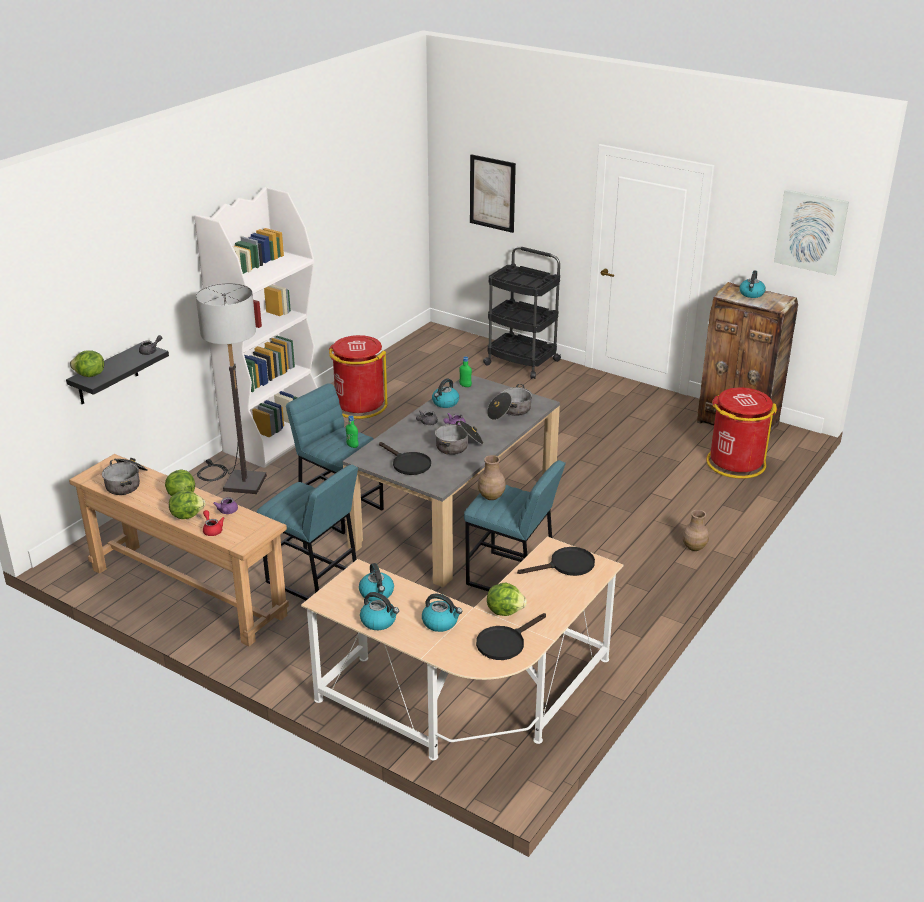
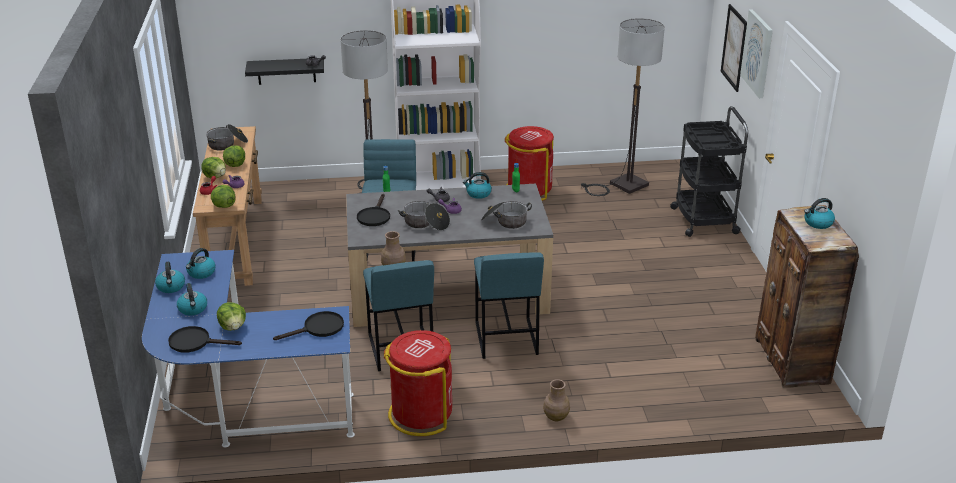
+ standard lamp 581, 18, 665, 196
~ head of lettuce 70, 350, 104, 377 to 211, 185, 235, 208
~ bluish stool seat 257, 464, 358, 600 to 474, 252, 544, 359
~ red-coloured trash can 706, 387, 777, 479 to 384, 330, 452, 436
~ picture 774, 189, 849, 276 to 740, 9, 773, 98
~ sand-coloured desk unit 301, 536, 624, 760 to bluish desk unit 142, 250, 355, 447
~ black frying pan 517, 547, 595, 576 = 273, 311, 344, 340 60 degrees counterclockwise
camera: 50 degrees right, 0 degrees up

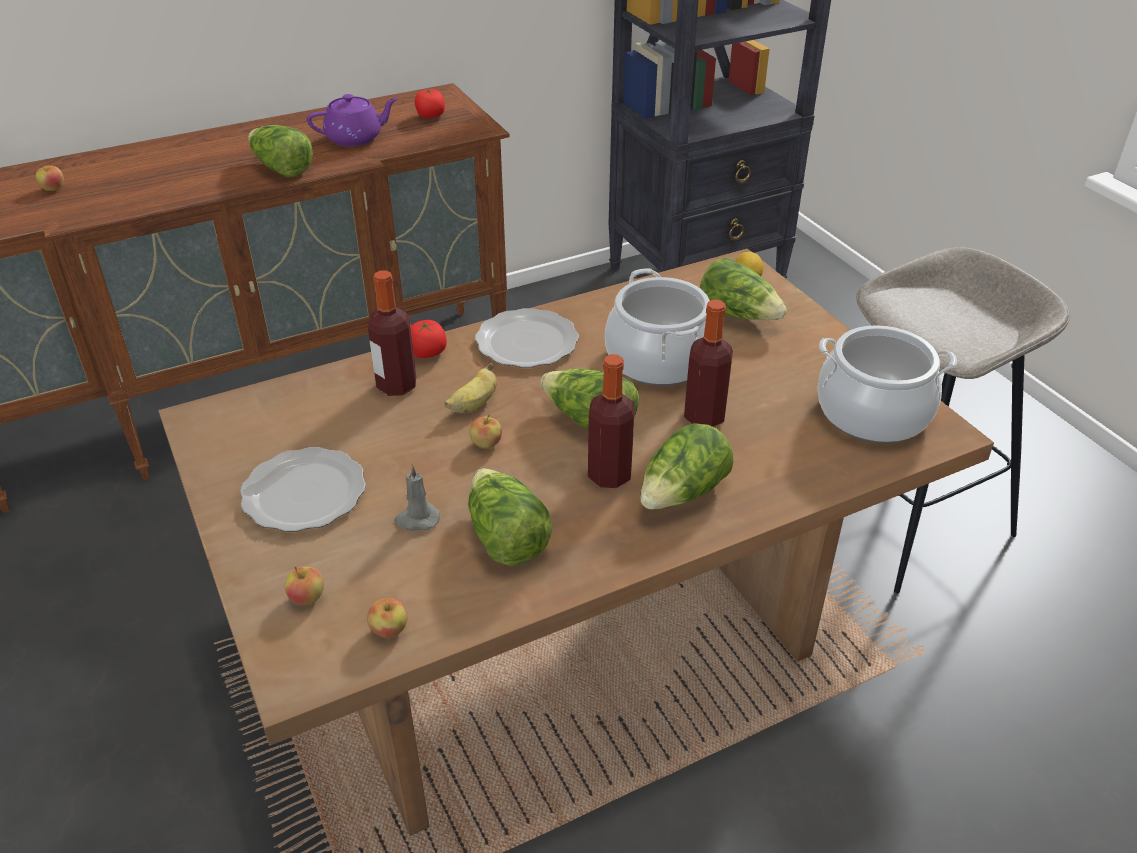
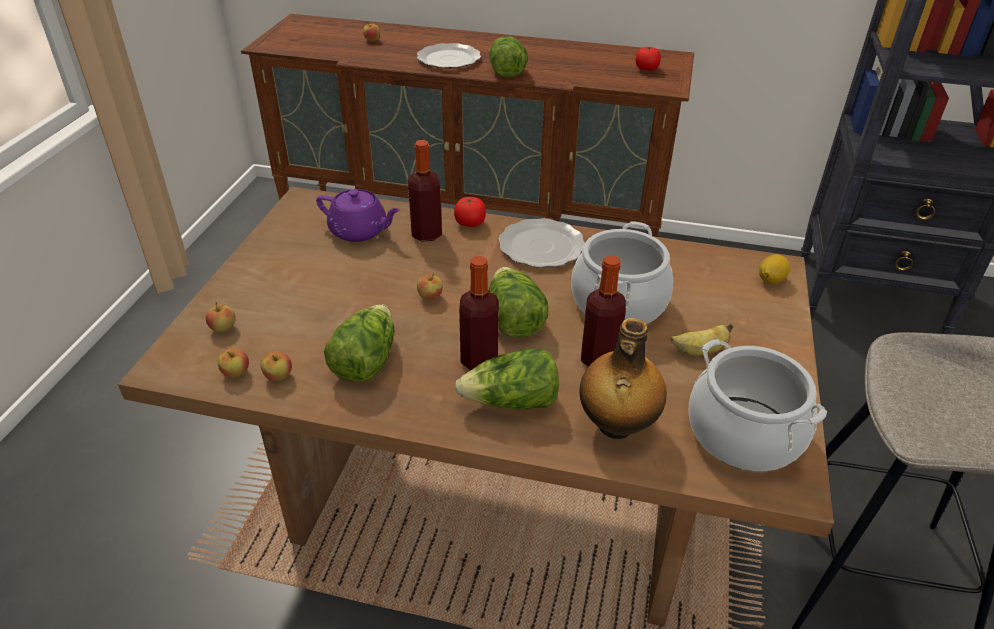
- greyish candle 394, 464, 440, 531
- head of lettuce 700, 258, 787, 320
+ whole apple 261, 351, 292, 381
+ drink bottle 579, 318, 667, 439
~ dinner plate 240, 447, 366, 532 to 417, 43, 481, 69
~ purplish pot for tea 307, 94, 398, 147 to 316, 189, 400, 242
~ banana 444, 363, 497, 413 to 671, 323, 733, 356
camera: 40 degrees right, 0 degrees up

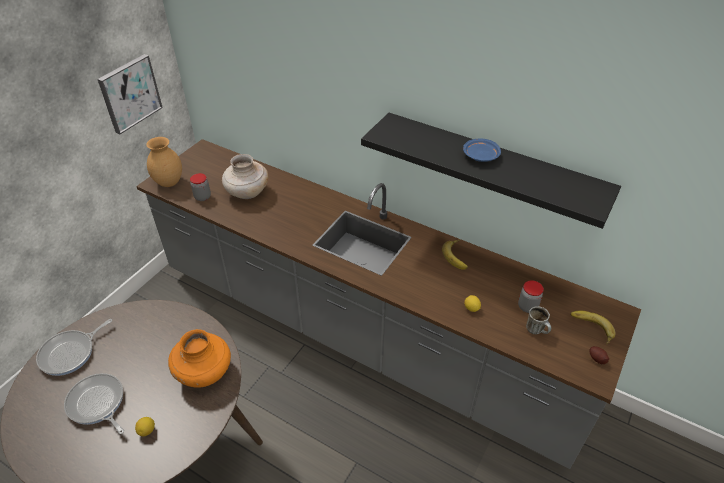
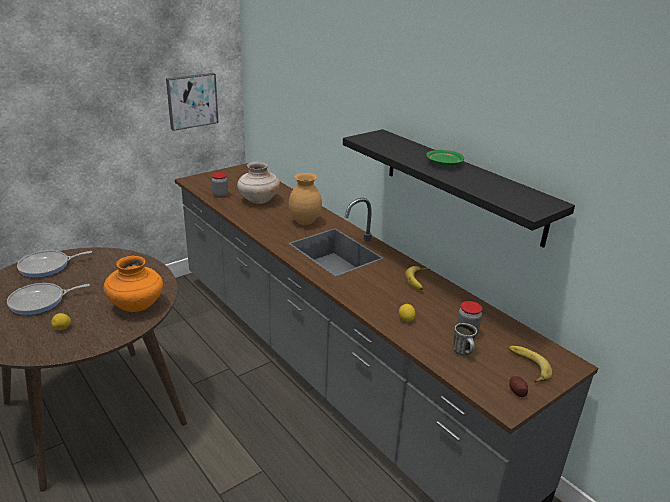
~ brown-coloured vase 146, 137, 182, 187 to 289, 173, 322, 225
~ bluish dinner plate 463, 139, 501, 162 to green-coloured dinner plate 426, 150, 464, 167
~ frying pan 64, 373, 124, 434 = 7, 283, 90, 315 90 degrees counterclockwise
camera: 20 degrees right, 15 degrees down

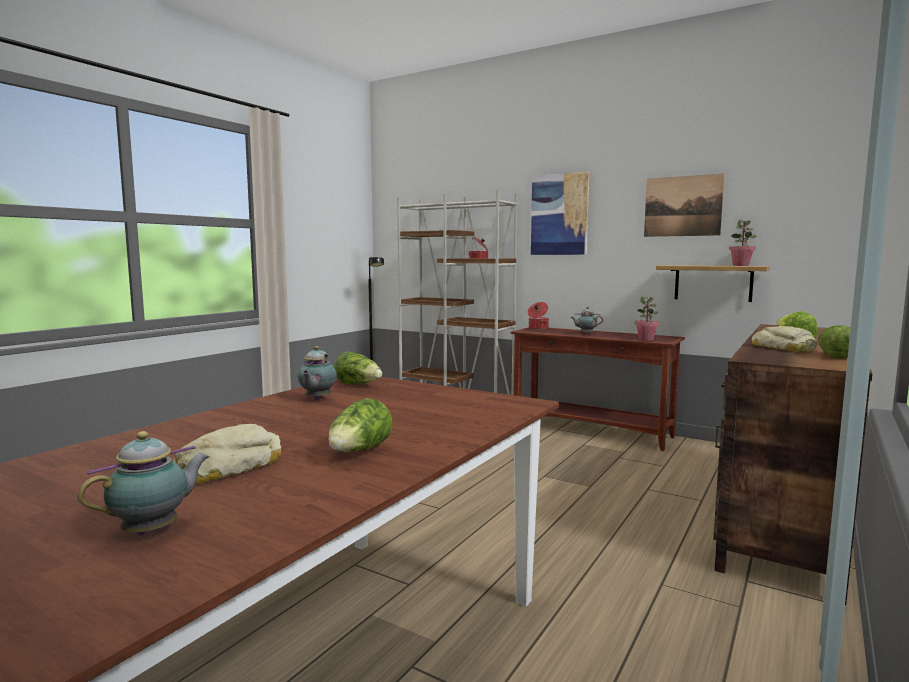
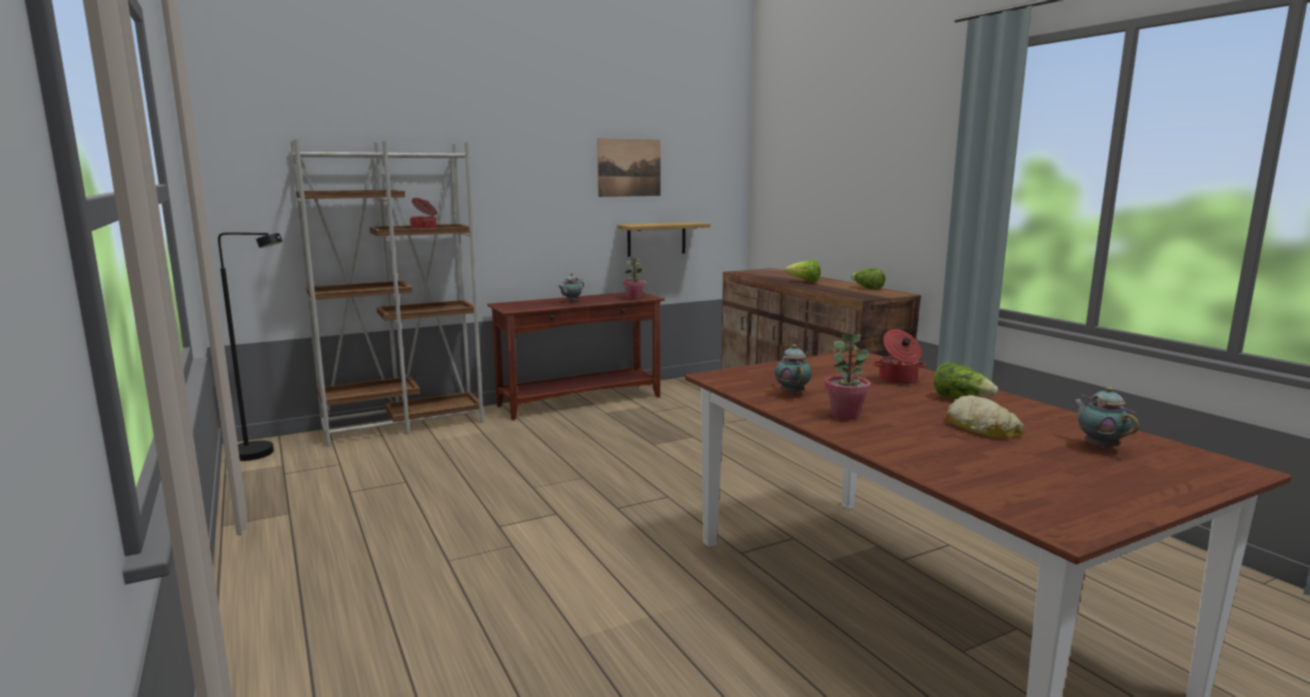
- head of lettuce 334, 351, 382, 384
- picture 531, 172, 589, 255
- bakery bread 752, 326, 817, 352
~ saucepot 527, 302, 549, 330 to 872, 329, 927, 385
~ plant in a pot 729, 220, 756, 266 to 825, 334, 871, 420
~ pot for tea 298, 346, 337, 400 = 775, 344, 812, 396 135 degrees counterclockwise
camera: 60 degrees left, 5 degrees up

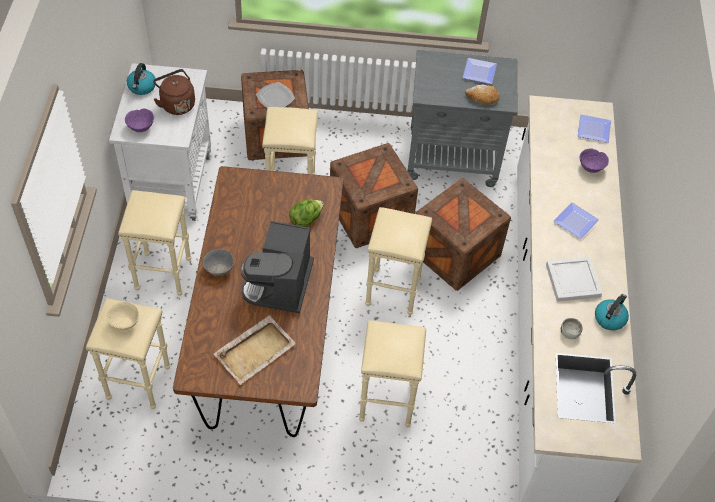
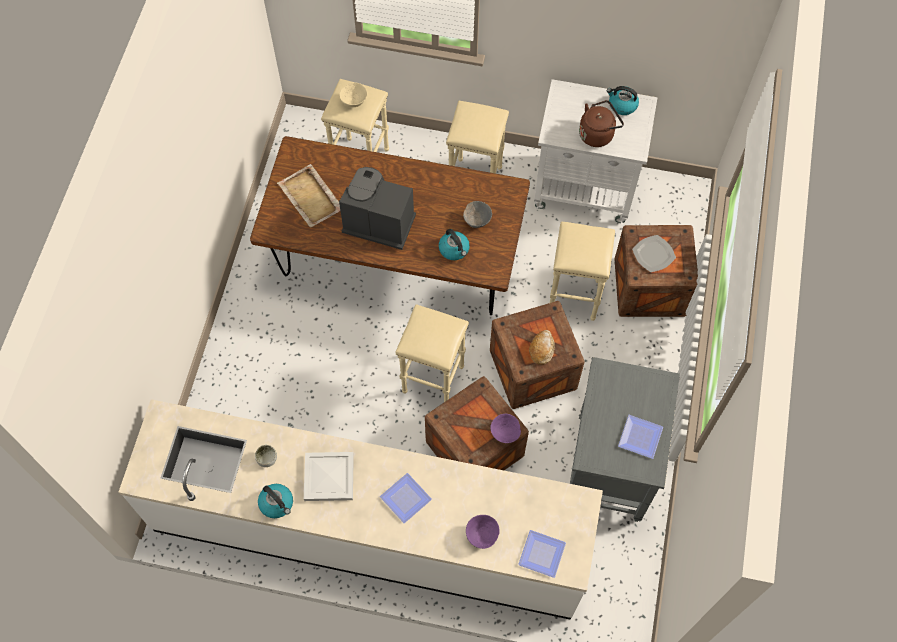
- sand-coloured stool seat 359, 320, 426, 427
~ purplish serving bowl 125, 108, 154, 132 to 490, 414, 521, 443
~ greyish serving bowl 203, 249, 234, 276 to 463, 201, 492, 228
~ bakery bread 465, 84, 500, 105 to 529, 330, 555, 365
~ head of lettuce 289, 199, 323, 227 to water kettle 439, 229, 470, 260
camera: 100 degrees right, 10 degrees up

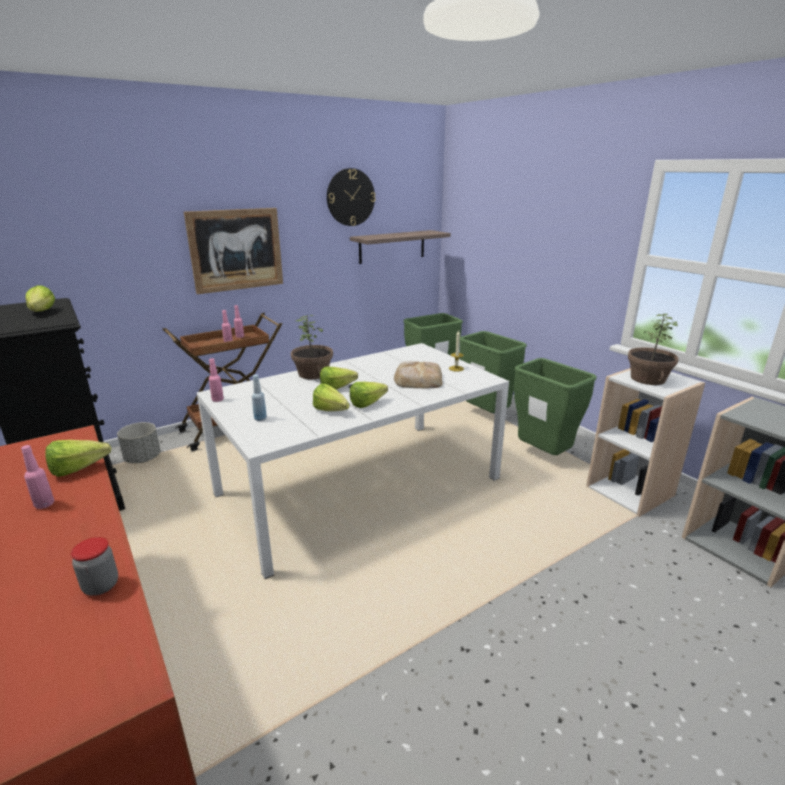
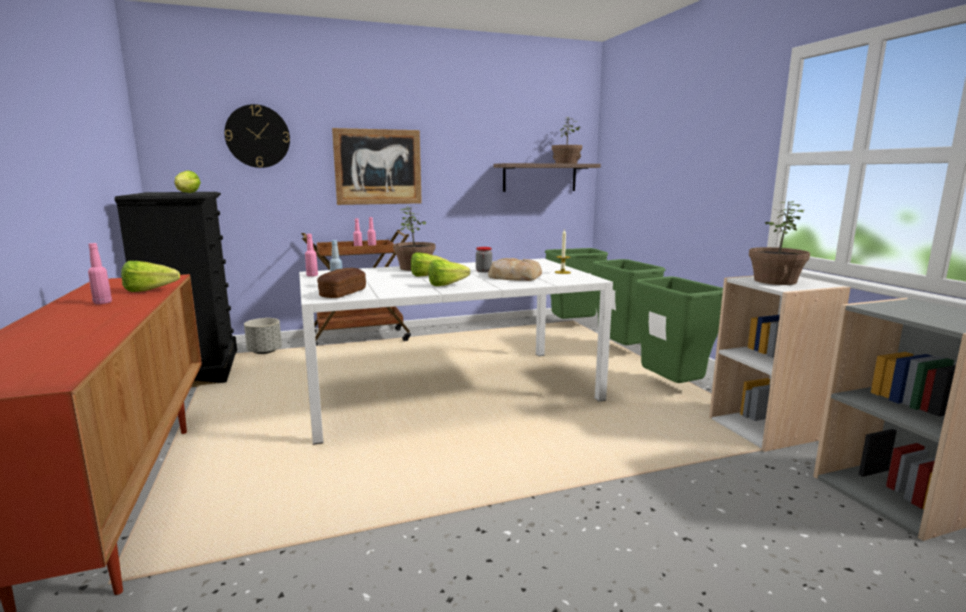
- head of lettuce 313, 383, 349, 411
+ bakery bread 317, 268, 366, 298
+ plant in a pot 552, 117, 582, 164
~ jar 71, 537, 118, 596 to 476, 247, 492, 272
~ hanging clock 327, 168, 376, 226 to 224, 104, 290, 168
camera: 15 degrees right, 10 degrees down

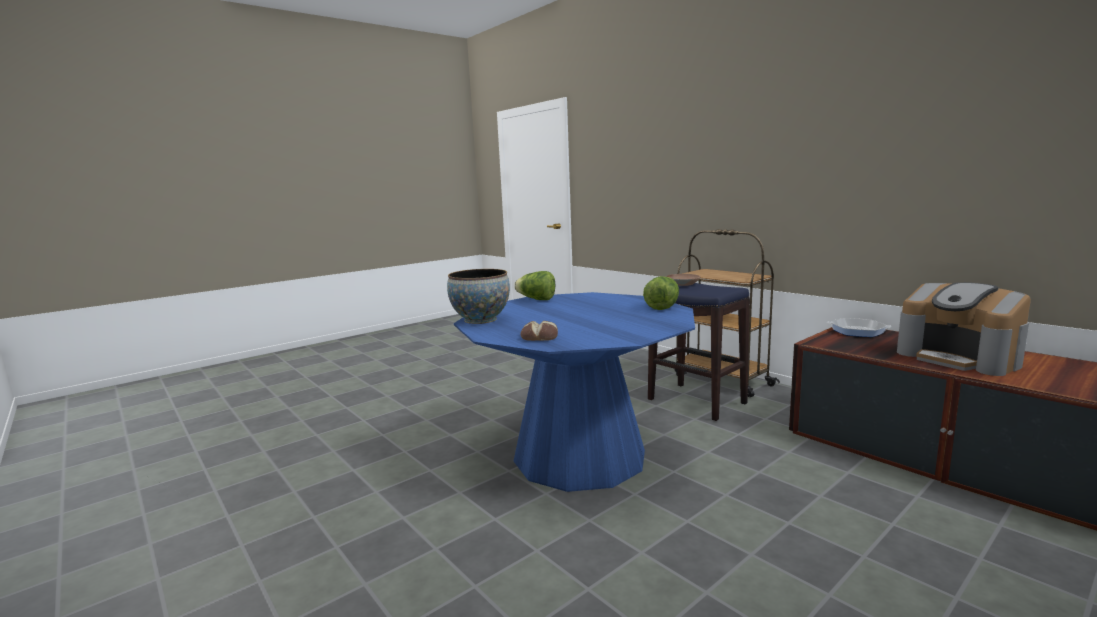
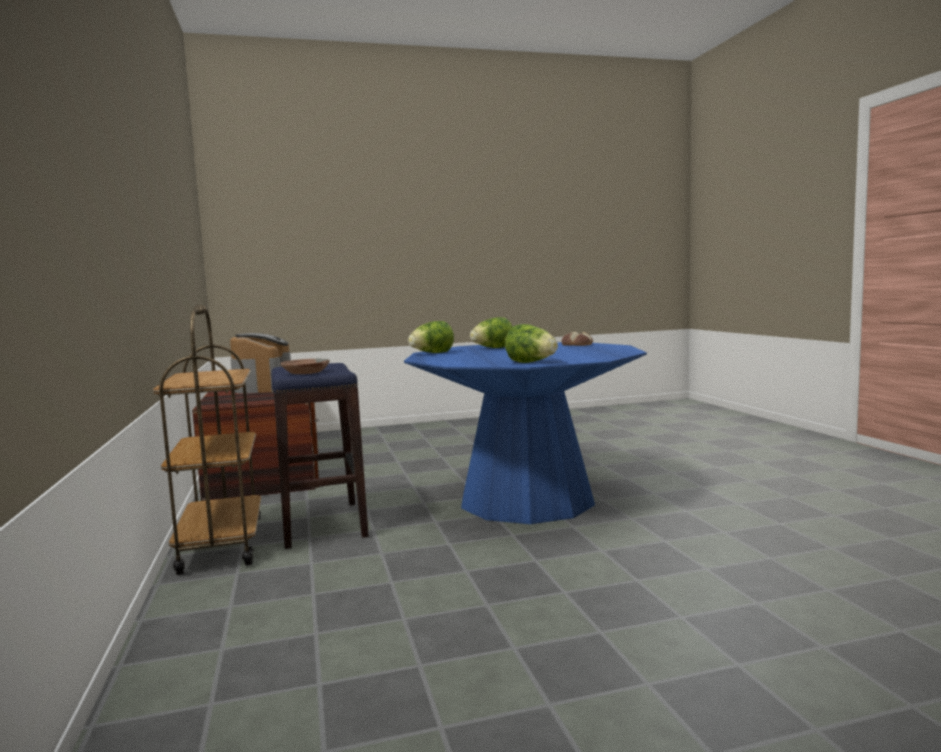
- serving bowl 447, 269, 510, 324
- frying pan 827, 318, 891, 337
+ head of lettuce 470, 317, 513, 348
camera: 155 degrees left, 5 degrees down

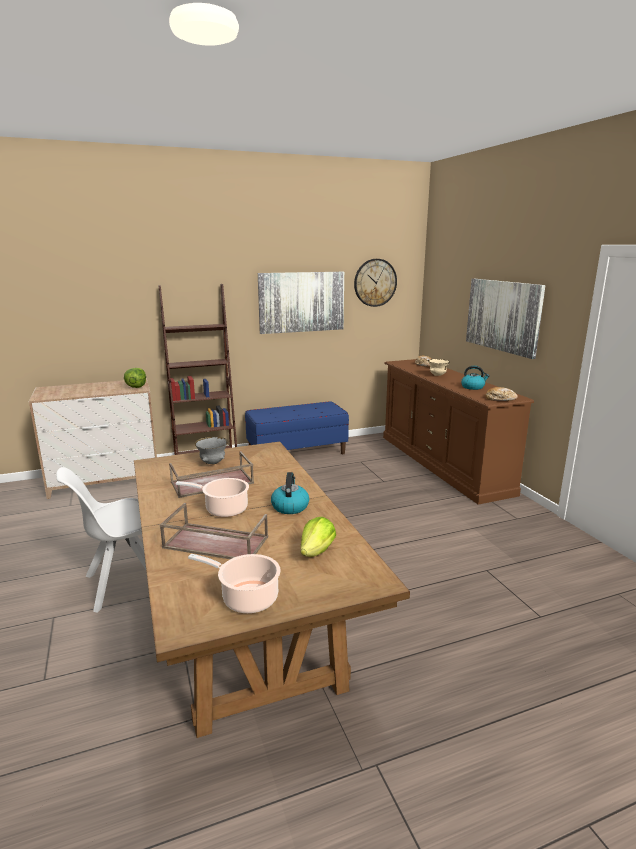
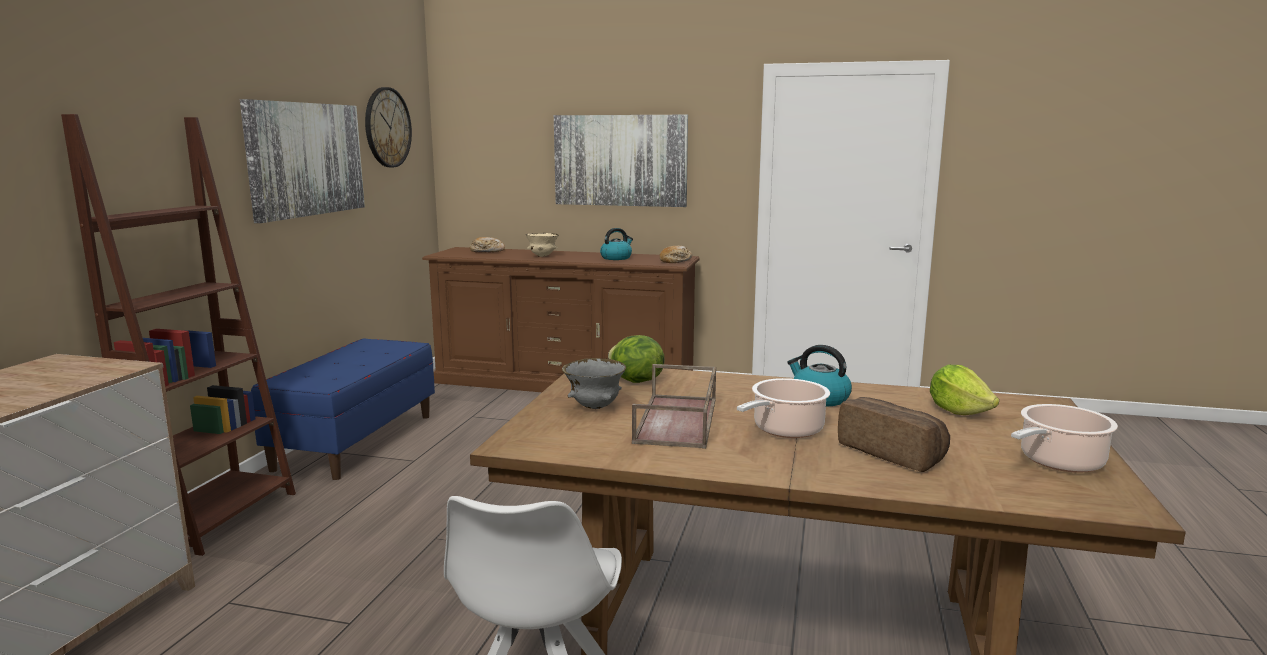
~ head of lettuce 124, 368, 146, 388 to 608, 335, 665, 383
~ brown-coloured serving tray 160, 503, 268, 559 to bakery bread 838, 397, 950, 472
camera: 55 degrees left, 5 degrees down

